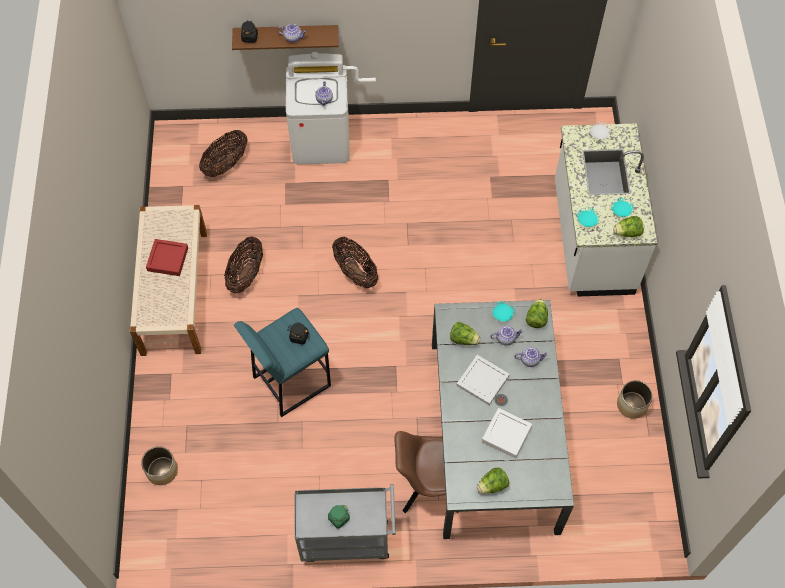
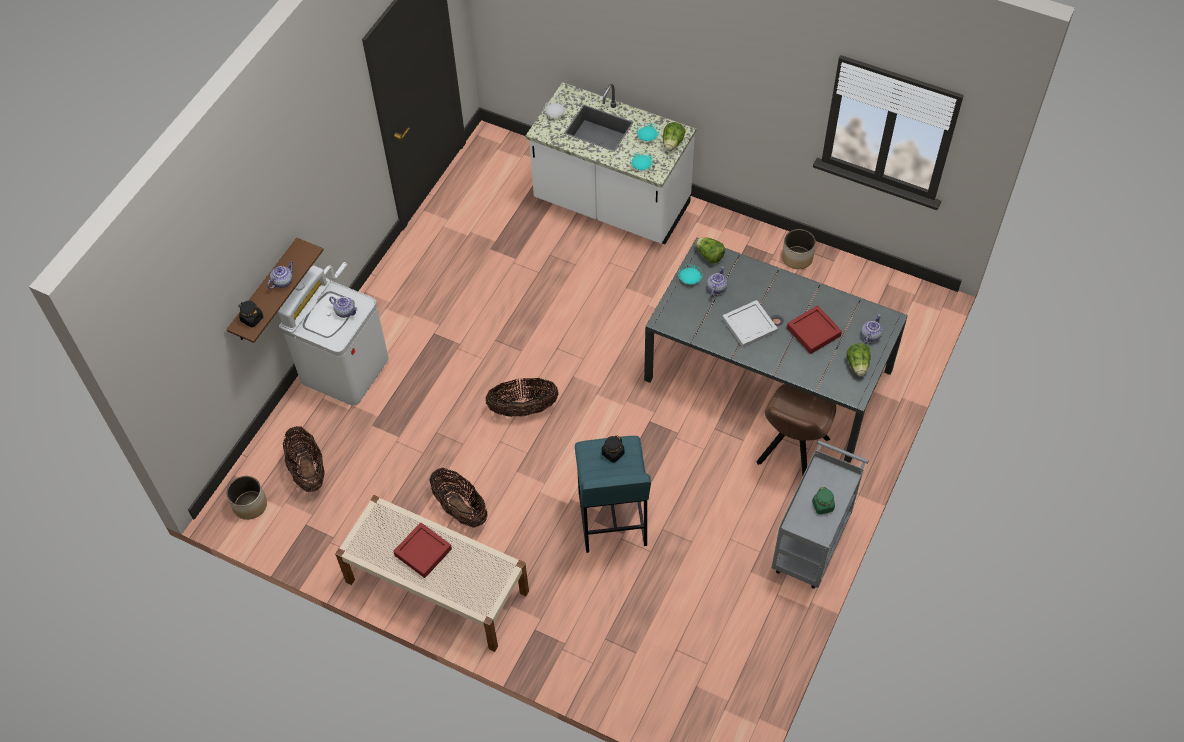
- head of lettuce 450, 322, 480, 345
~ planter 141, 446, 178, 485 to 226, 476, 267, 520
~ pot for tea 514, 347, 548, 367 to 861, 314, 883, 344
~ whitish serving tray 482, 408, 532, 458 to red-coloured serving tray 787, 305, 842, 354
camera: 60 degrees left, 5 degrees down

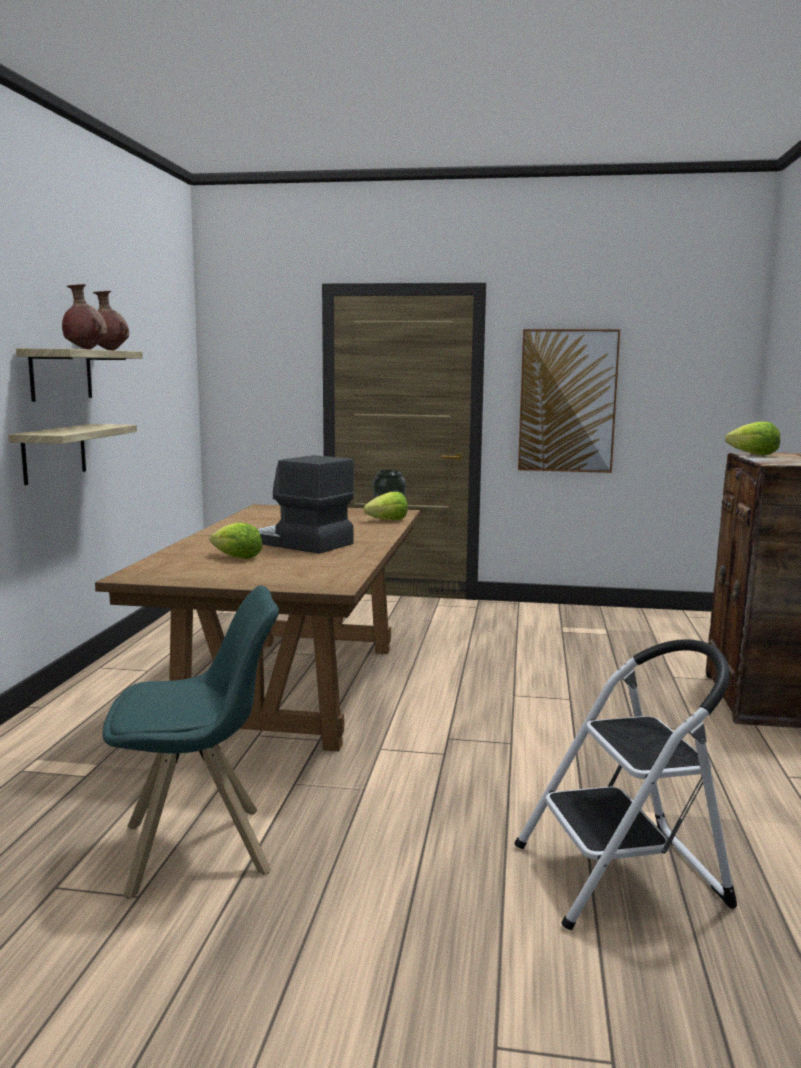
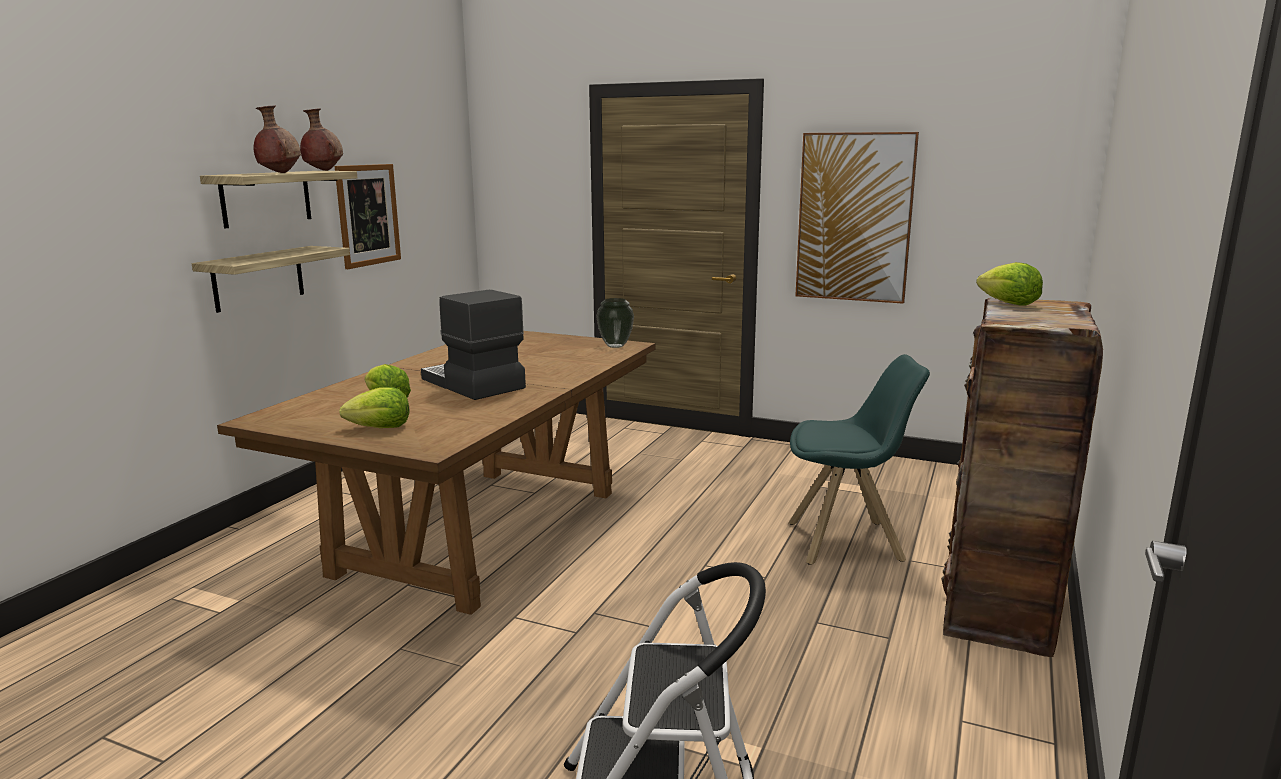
+ picture 334, 164, 401, 269
~ turquoise-coloured plain chair 102, 585, 279, 899 to 788, 354, 930, 565
~ head of lettuce 364, 492, 408, 520 to 339, 387, 410, 428
camera: 15 degrees right, 5 degrees up

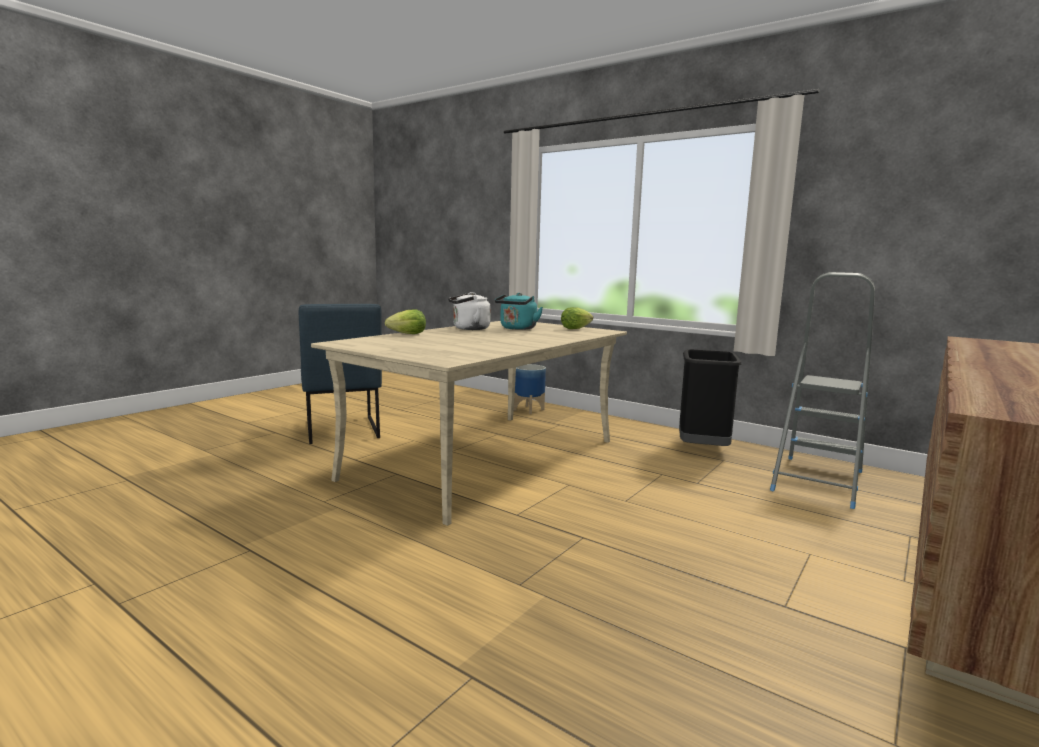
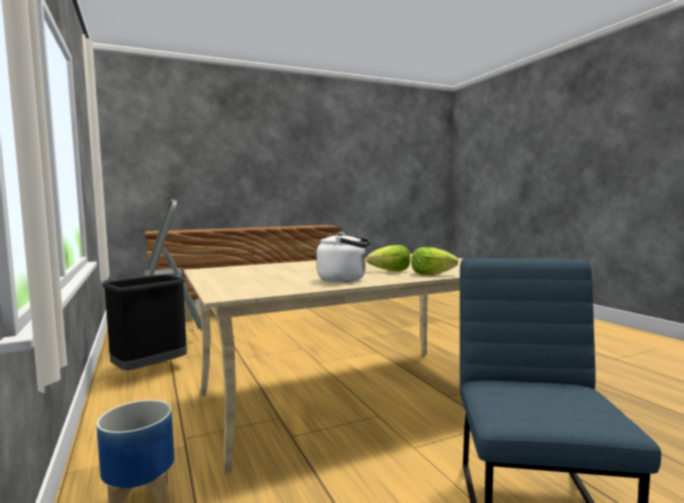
- turquoise-coloured water kettle 495, 293, 543, 330
~ head of lettuce 561, 307, 593, 329 to 366, 245, 410, 271
camera: 150 degrees left, 5 degrees down

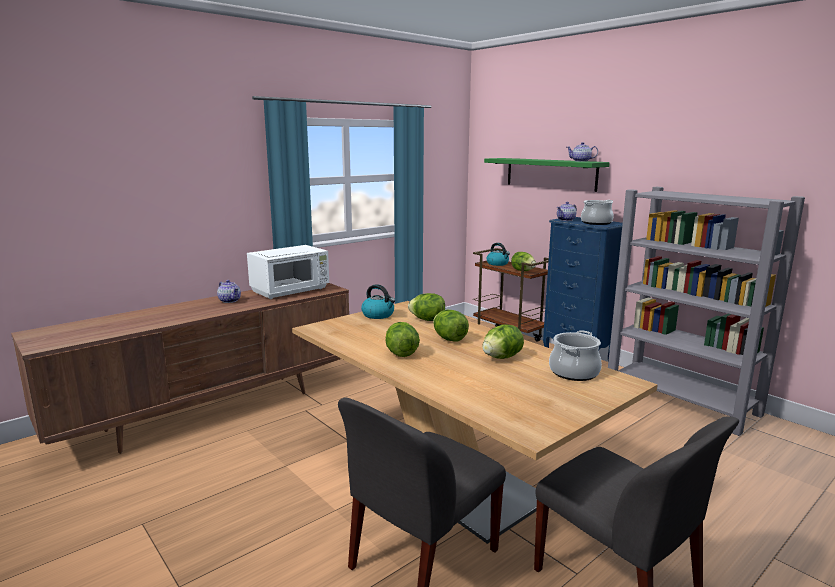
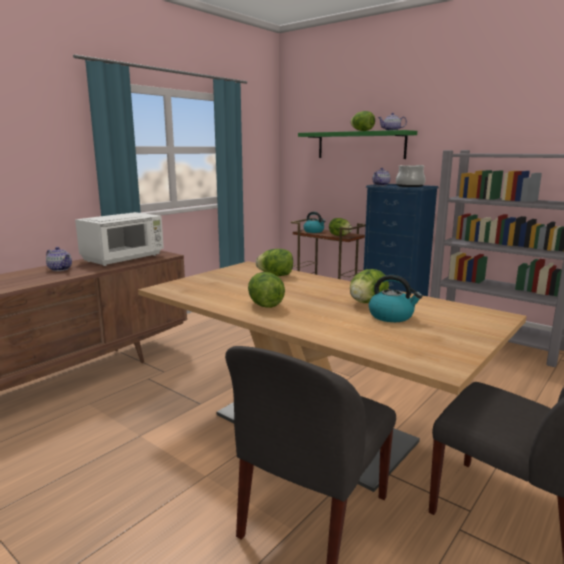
- saucepot 549, 330, 602, 381
~ water kettle 361, 284, 395, 319 to 369, 275, 422, 322
~ head of lettuce 433, 310, 469, 341 to 350, 111, 375, 131
camera: 10 degrees left, 0 degrees up

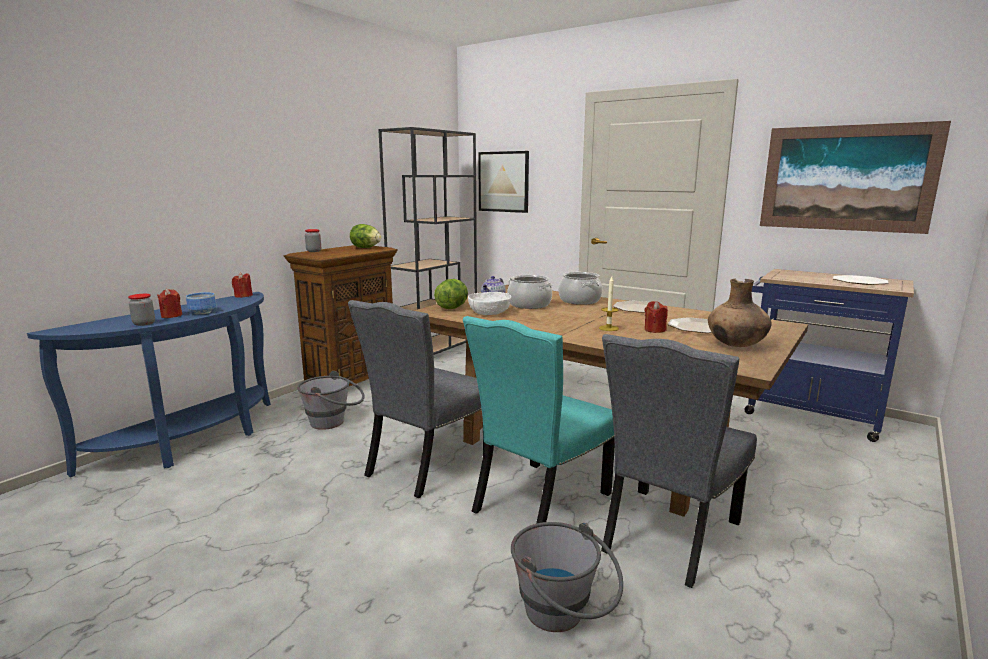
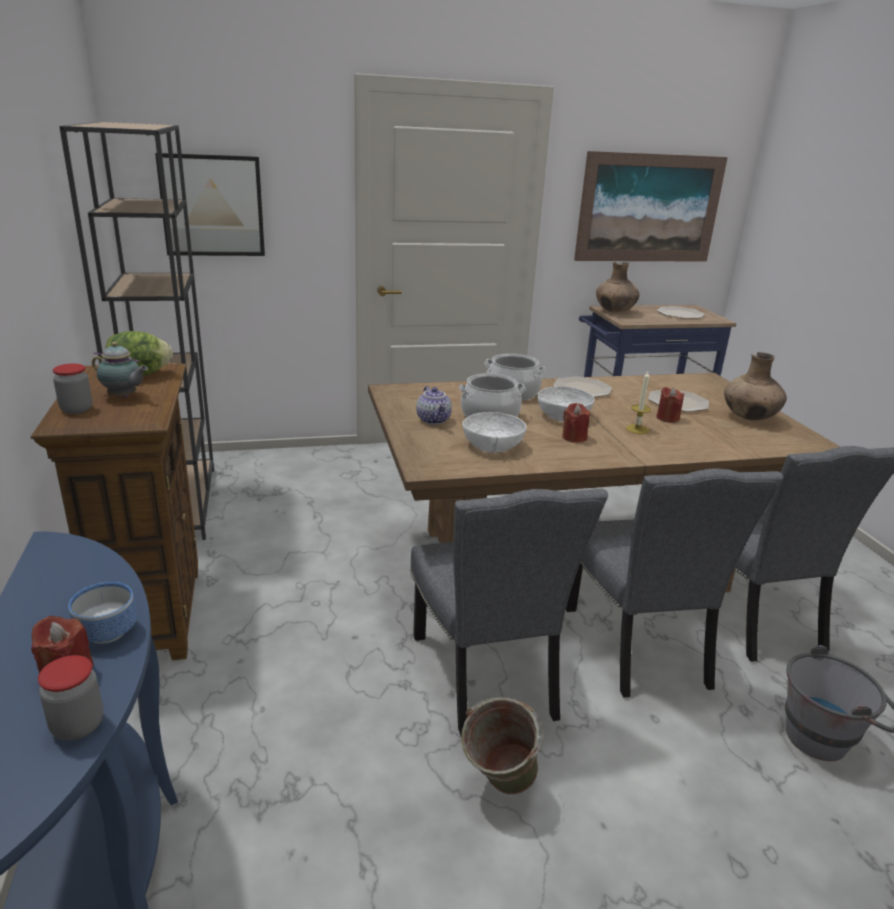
- greyish pail 297, 371, 365, 430
- head of lettuce 434, 279, 468, 309
+ pot for tea 92, 342, 148, 398
+ green-coloured pail 461, 697, 544, 795
+ whitish serving bowl 537, 386, 595, 422
+ brown-coloured vase 596, 261, 639, 313
~ red-coloured candle 232, 272, 253, 298 to 562, 403, 590, 443
~ turquoise-coloured plain chair 463, 316, 615, 524 to greyish plain chair 566, 468, 783, 698
camera: 50 degrees left, 10 degrees up

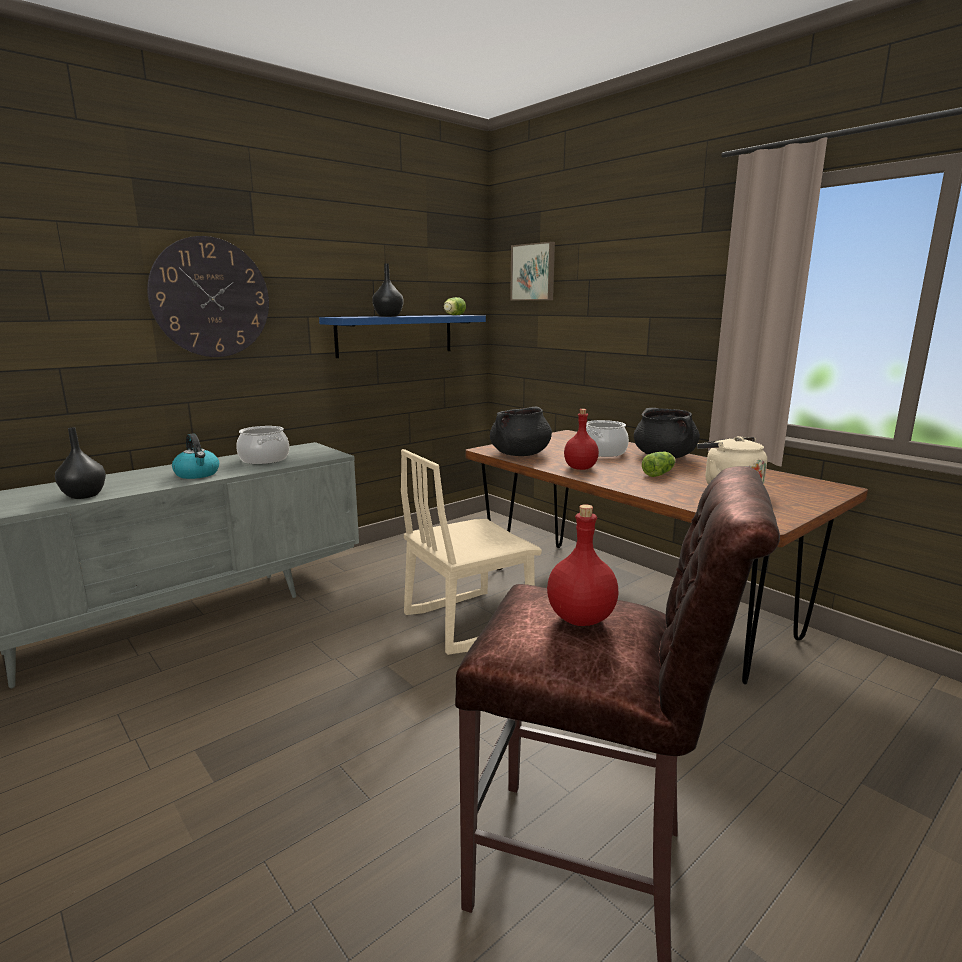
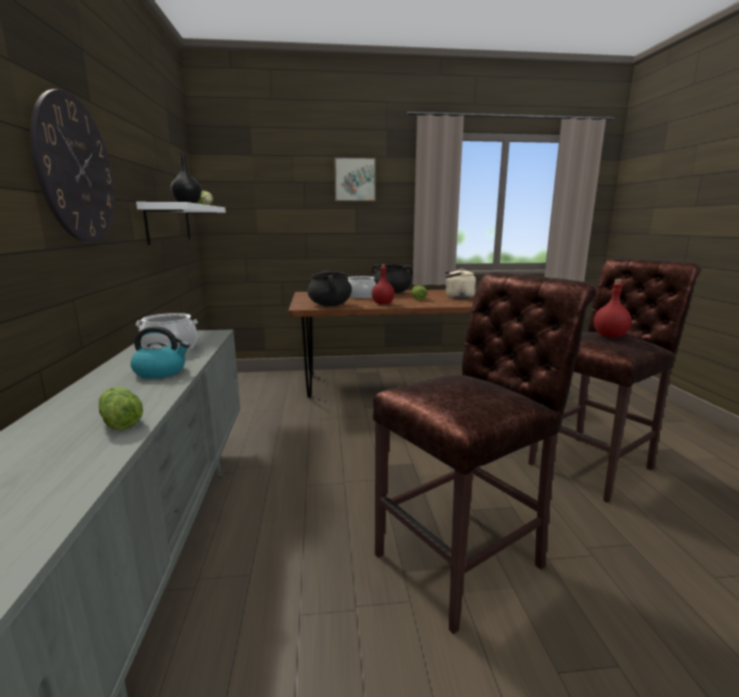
- sand-coloured plain chair 401, 449, 542, 655
+ brown-coloured stool seat 373, 272, 596, 634
~ picture 510, 242, 555, 300 to 334, 157, 376, 201
~ black vase 55, 427, 106, 499 to head of lettuce 99, 387, 143, 430
~ bluish bracket shelf 319, 315, 486, 358 to whitish bracket shelf 136, 202, 226, 245
camera: 55 degrees left, 0 degrees up

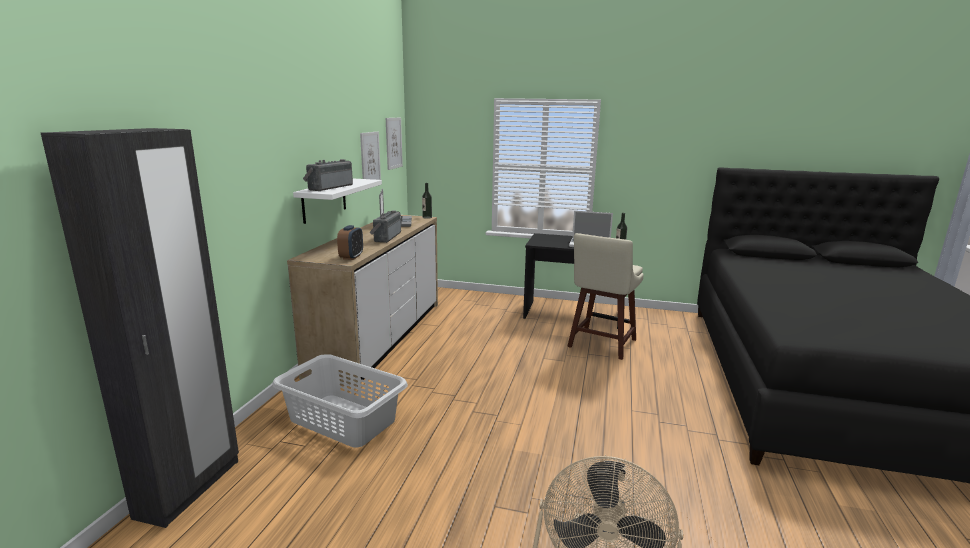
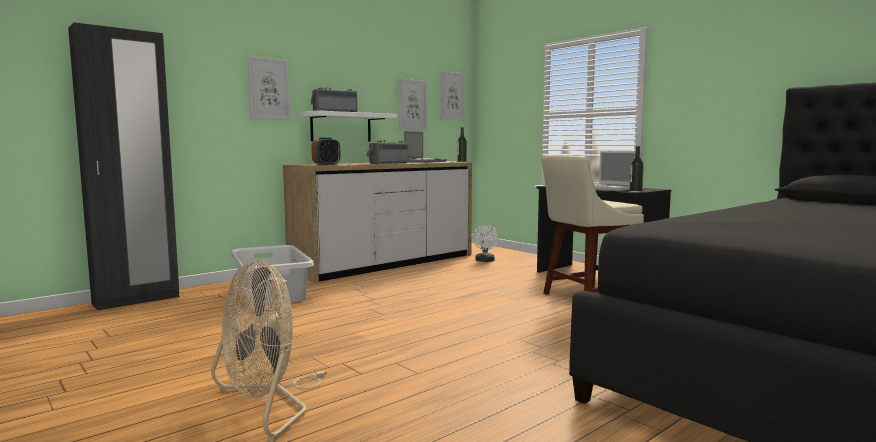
+ picture 247, 56, 290, 120
+ whitish fan 473, 224, 499, 262
camera: 35 degrees right, 10 degrees down

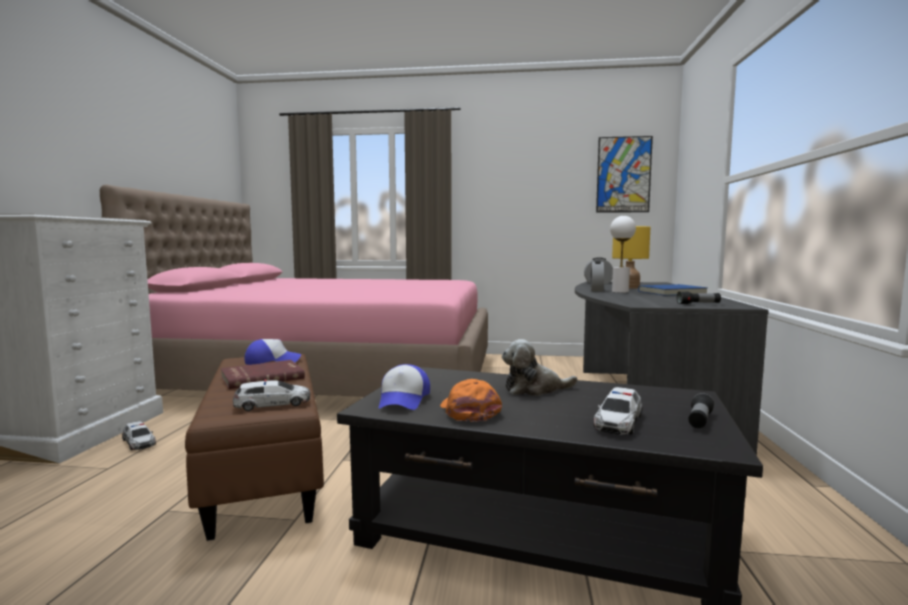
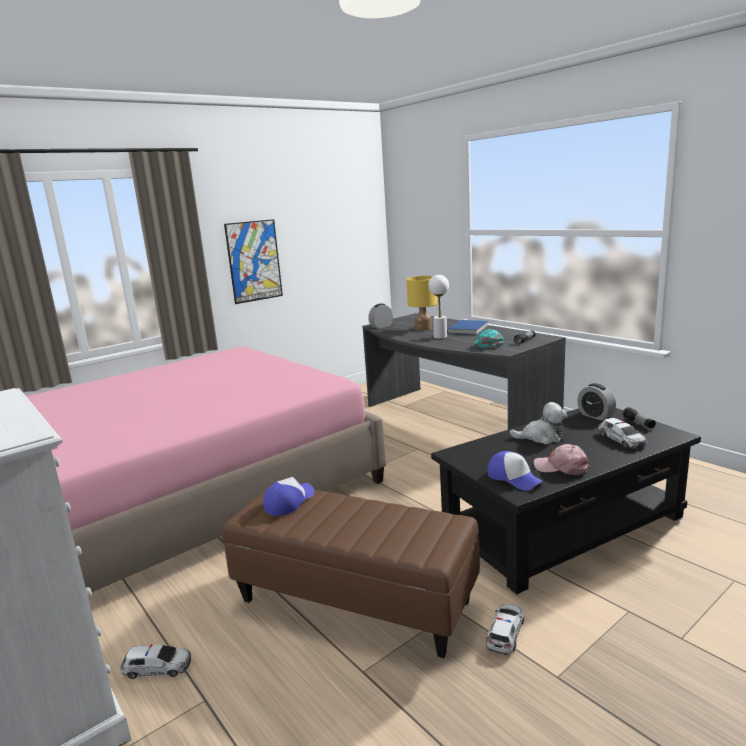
- red-coloured bound book 221, 360, 305, 389
+ turquoise-coloured peaked cap 475, 329, 504, 348
~ toy car 233, 379, 311, 411 to 486, 604, 524, 655
~ bedside clock 590, 260, 604, 292 to 577, 383, 616, 421
~ picture 596, 136, 653, 213 to 224, 219, 283, 304
~ orangey peaked cap 440, 379, 502, 422 to pink peaked cap 534, 444, 590, 475
~ soft toy 502, 339, 578, 396 = 509, 402, 567, 444 120 degrees counterclockwise
camera: 45 degrees left, 10 degrees up

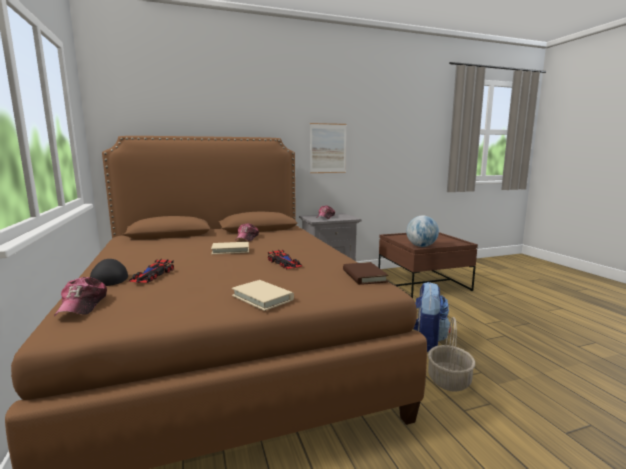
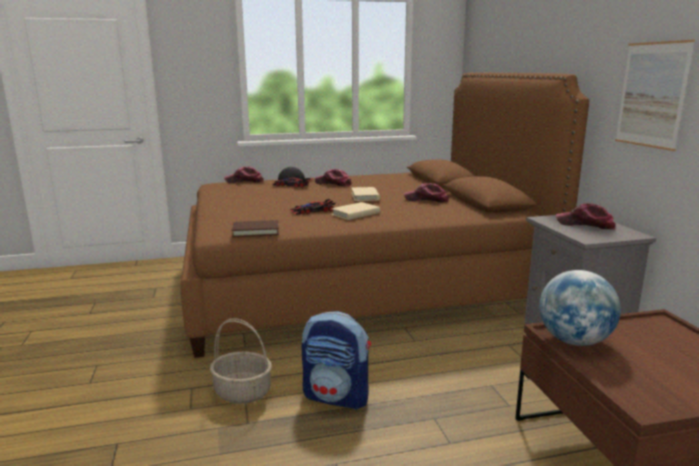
+ peaked cap 315, 169, 352, 186
~ sand-coloured bound book 232, 280, 294, 311 to 331, 202, 380, 220
camera: 95 degrees right, 5 degrees up

